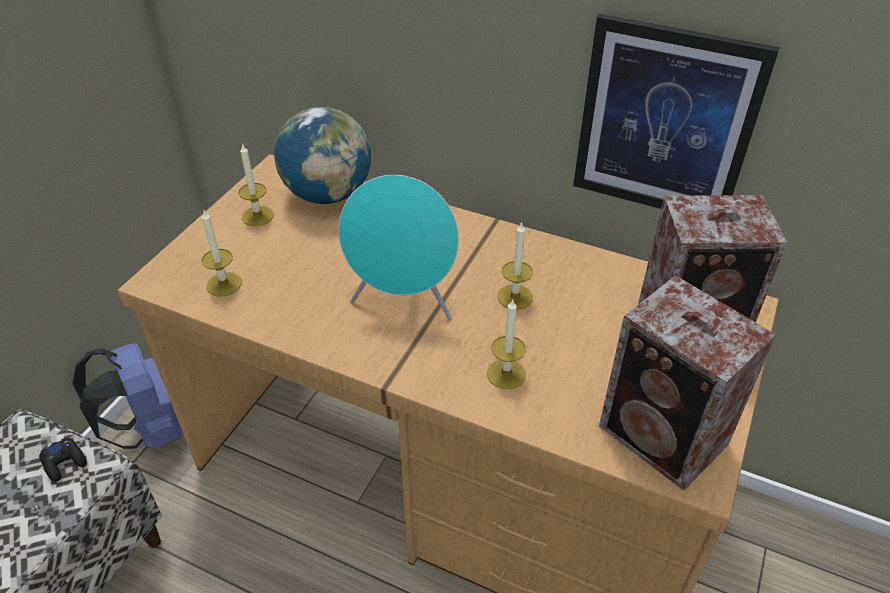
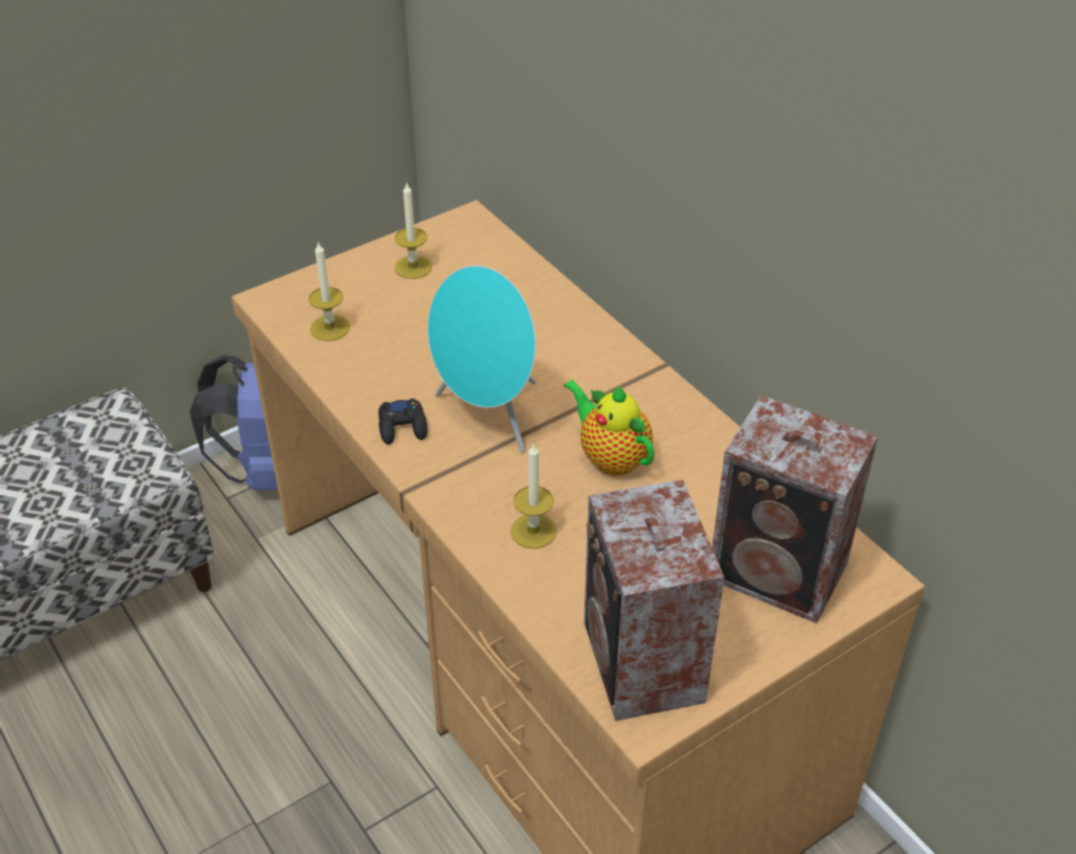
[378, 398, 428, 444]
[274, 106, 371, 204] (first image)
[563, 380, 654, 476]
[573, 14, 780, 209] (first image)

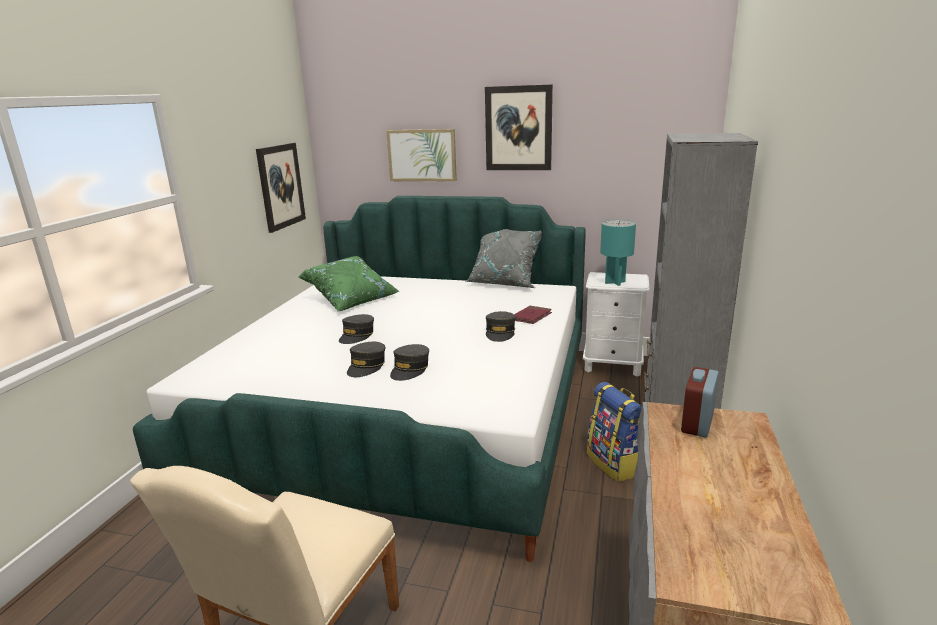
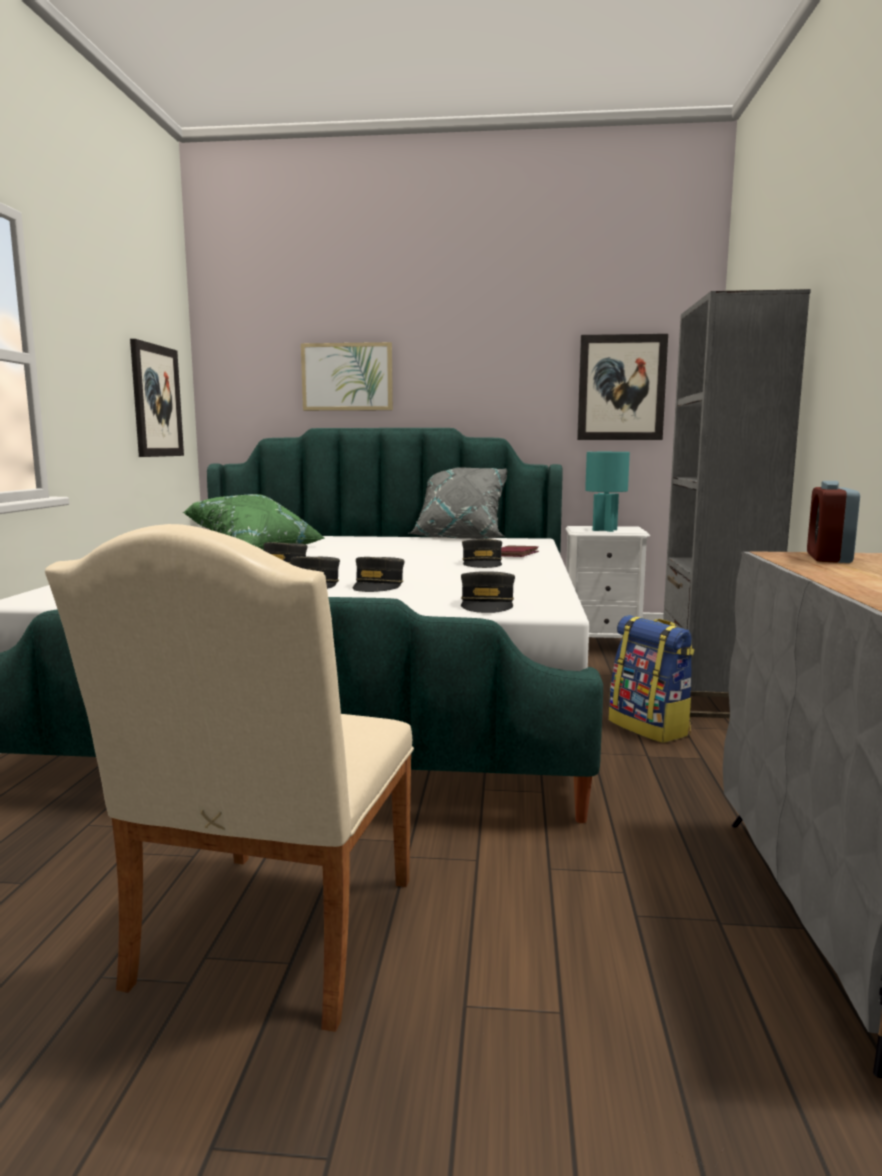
[577, 334, 668, 440]
[461, 571, 515, 613]

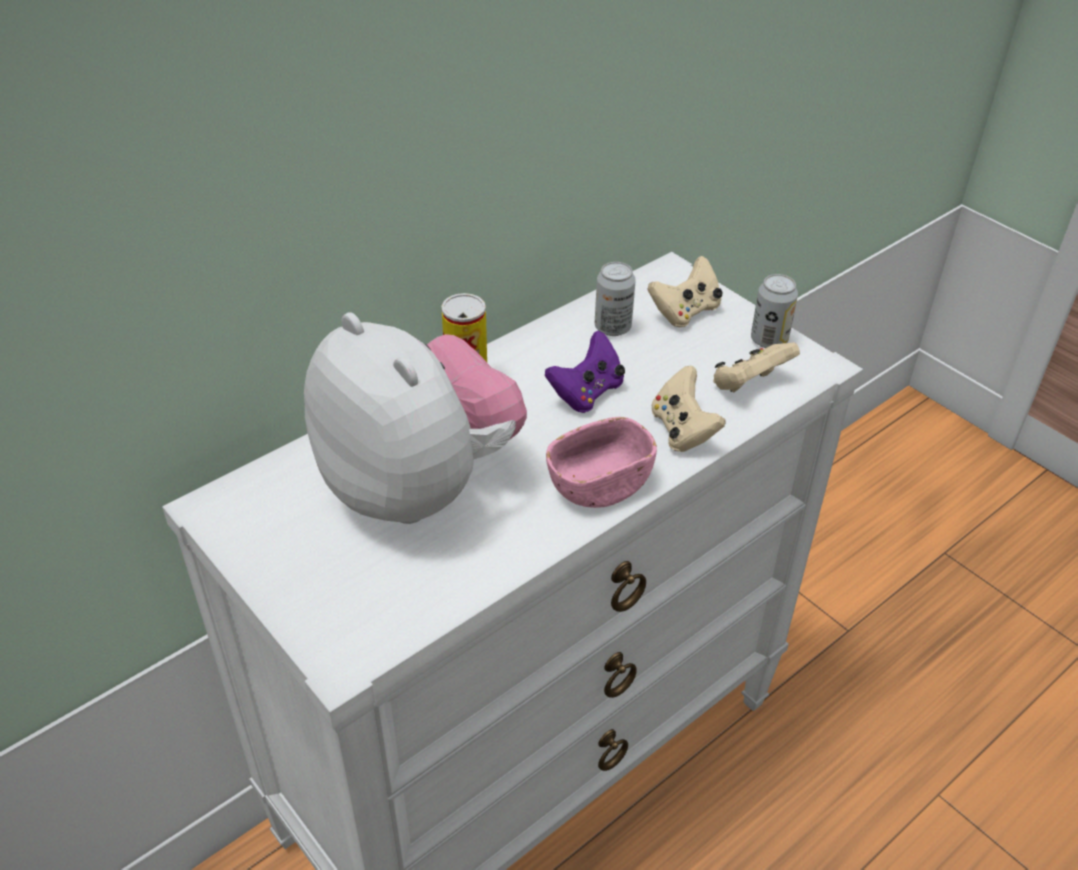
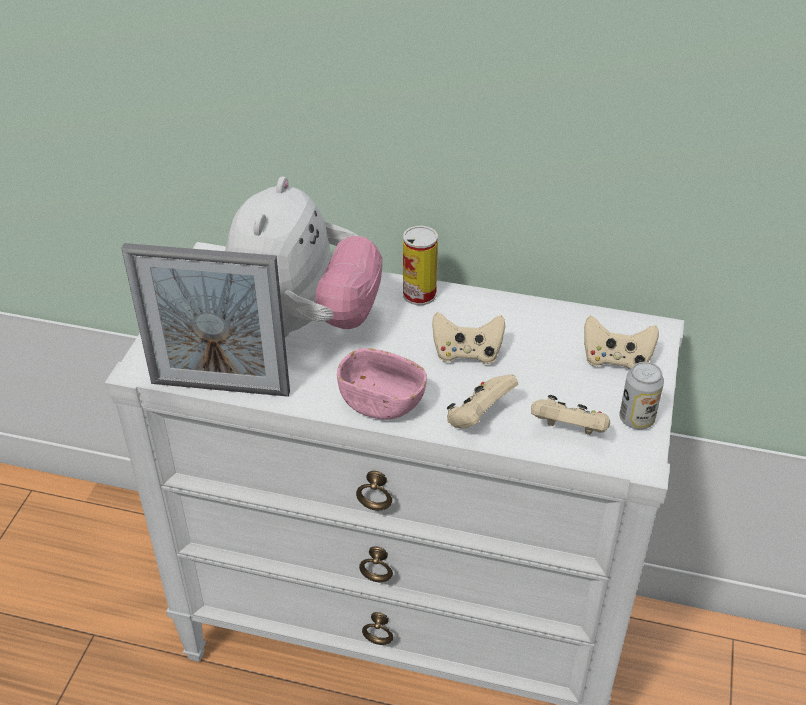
[432, 312, 505, 364]
[595, 262, 636, 336] (first image)
[121, 243, 290, 397]

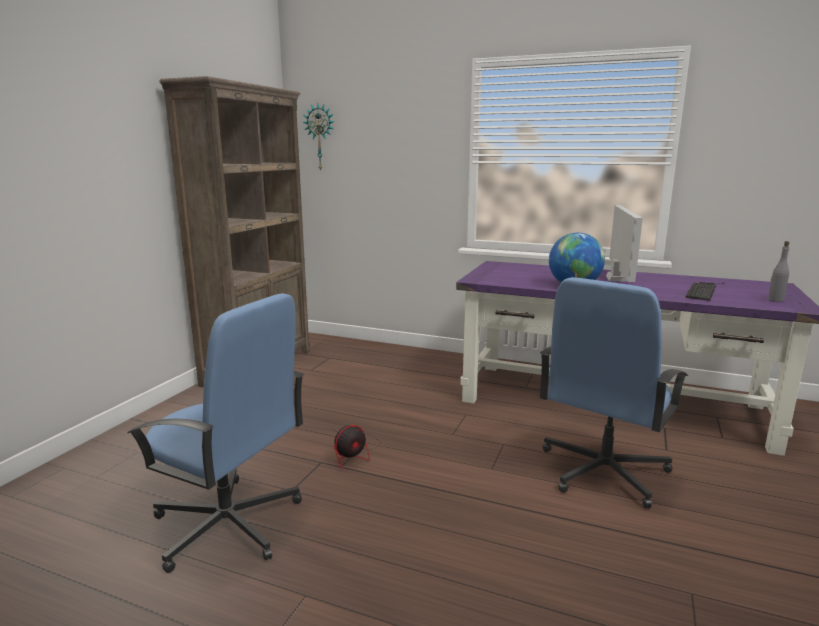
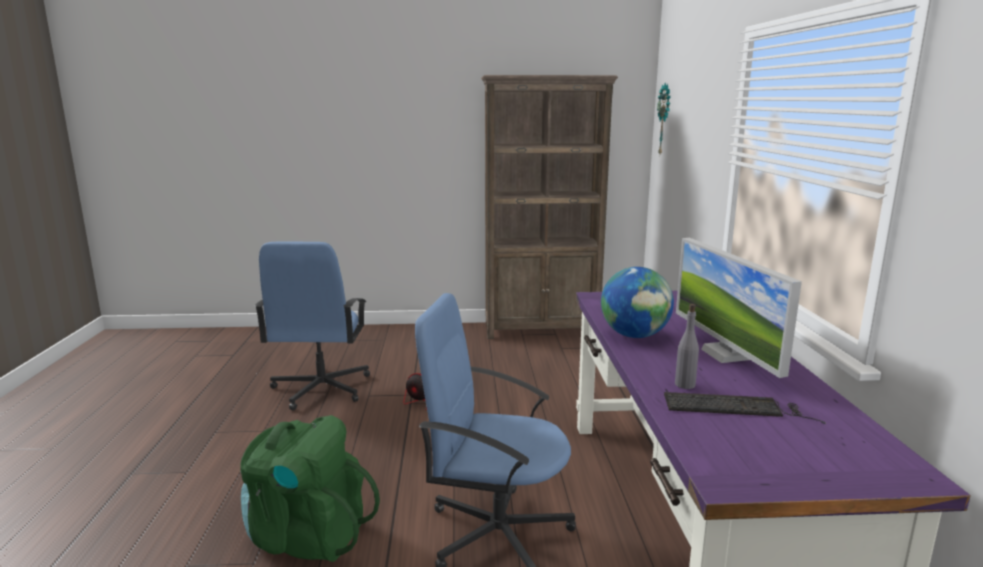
[676, 238, 802, 378]
[675, 304, 699, 389]
[240, 415, 380, 562]

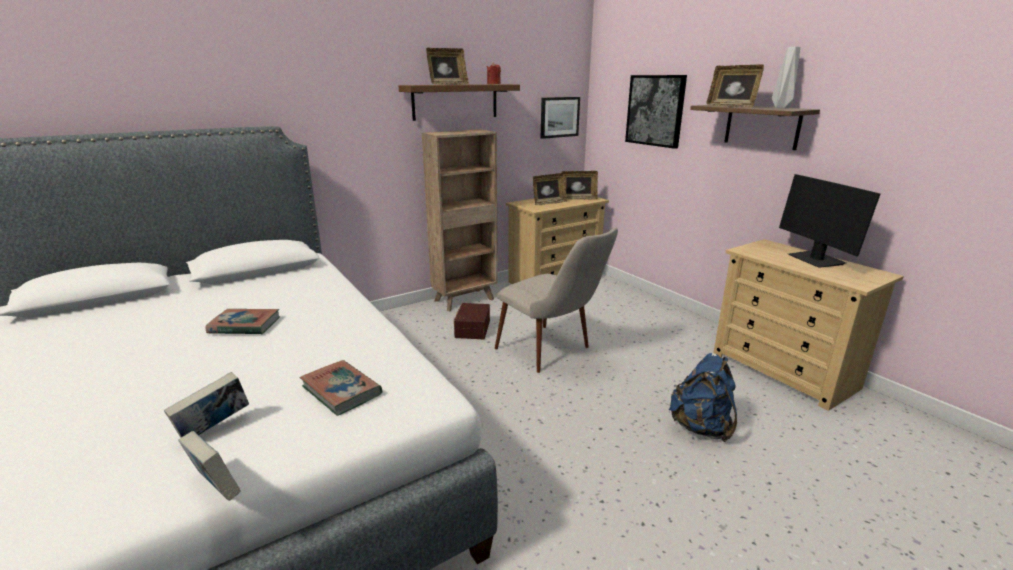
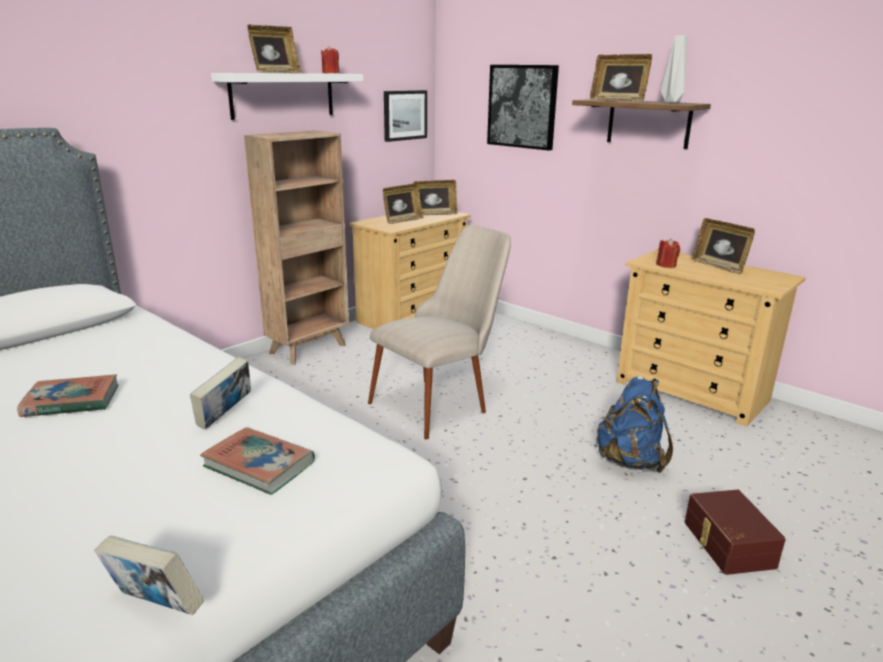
[190, 357, 251, 430]
[211, 73, 363, 120]
[685, 490, 786, 575]
[368, 225, 511, 440]
[692, 218, 755, 275]
[656, 239, 680, 268]

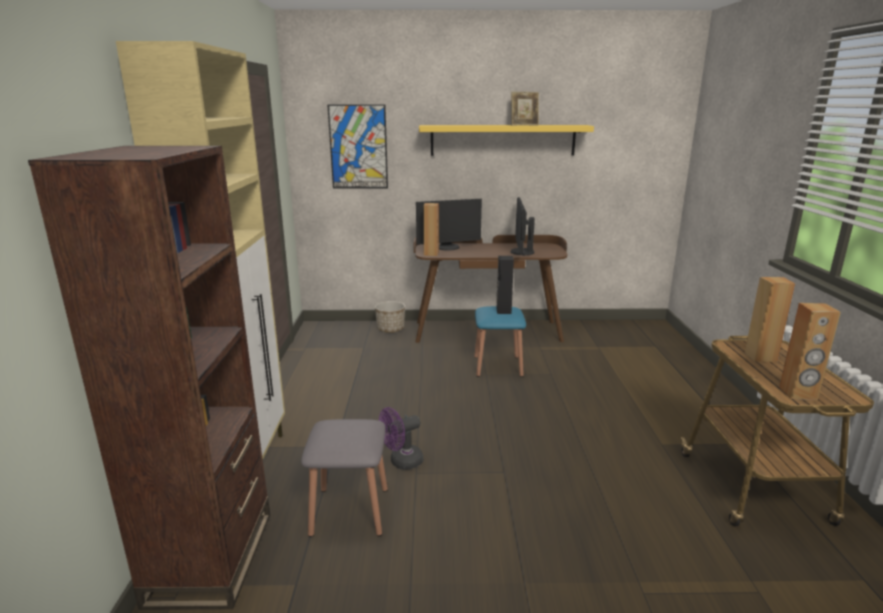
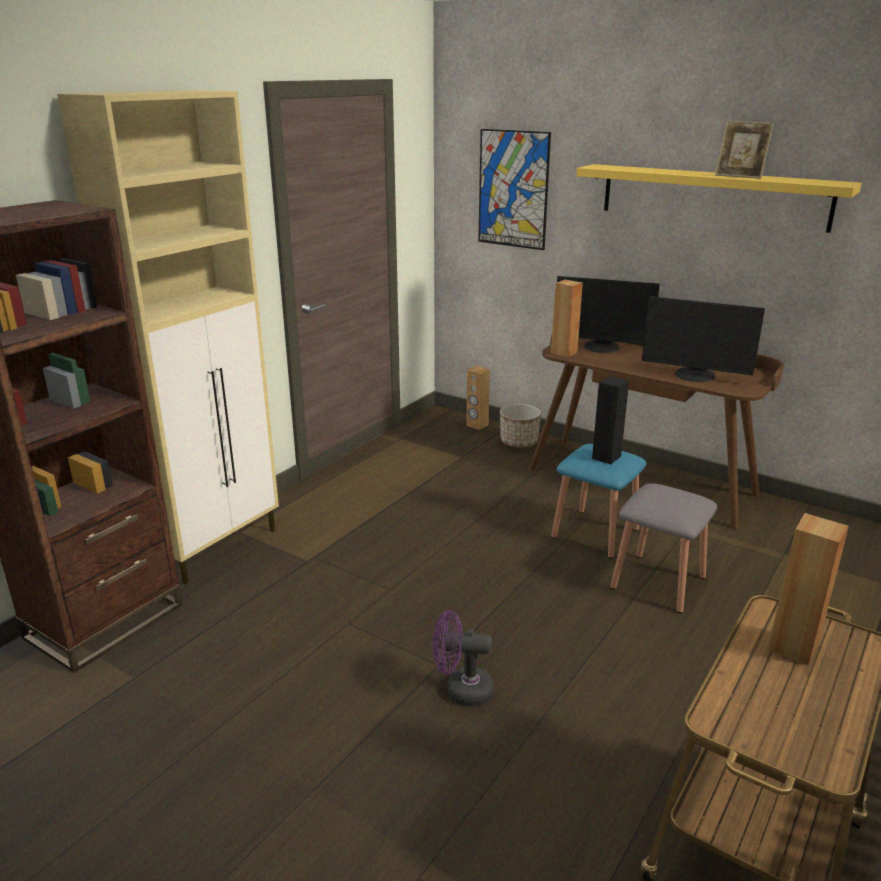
[610, 483, 717, 613]
[433, 610, 494, 706]
[642, 296, 765, 382]
[466, 366, 490, 430]

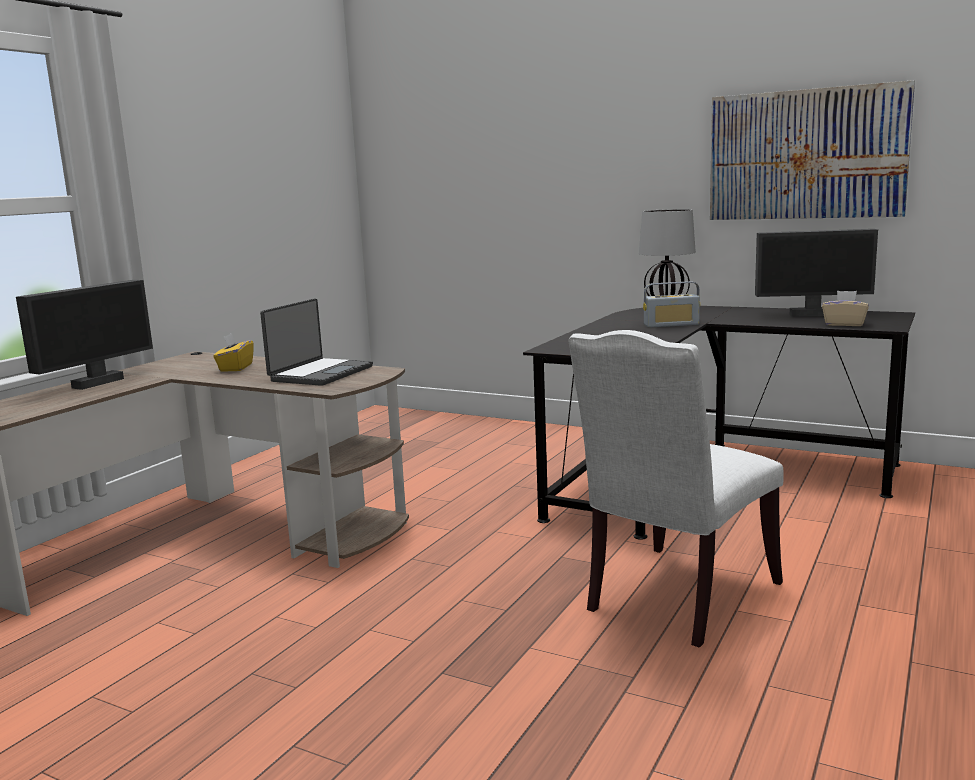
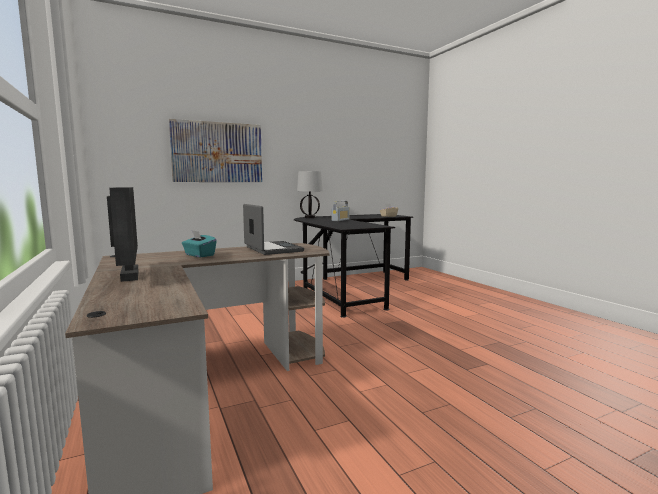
[182, 230, 217, 257]
[569, 330, 784, 648] (first image)
[169, 119, 262, 182]
[755, 229, 878, 317] (first image)

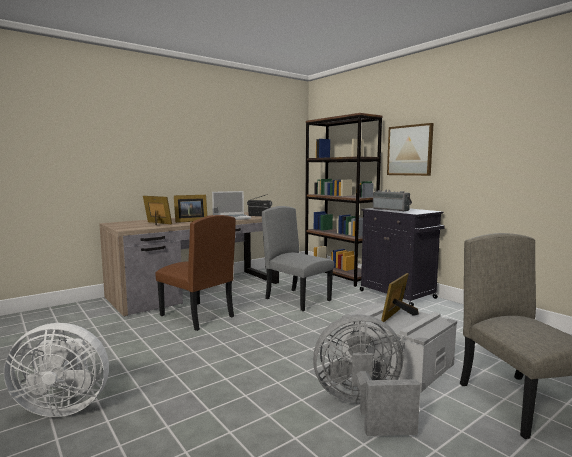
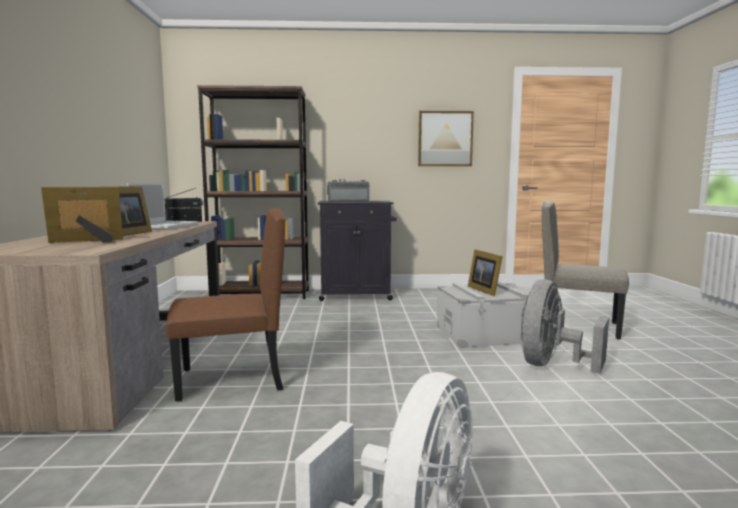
[262, 206, 334, 311] (first image)
[418, 111, 474, 166]

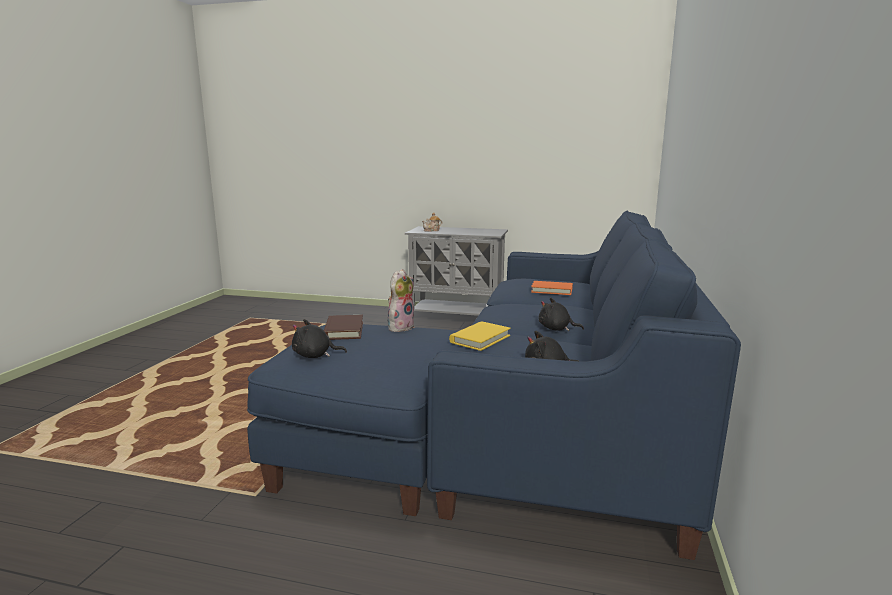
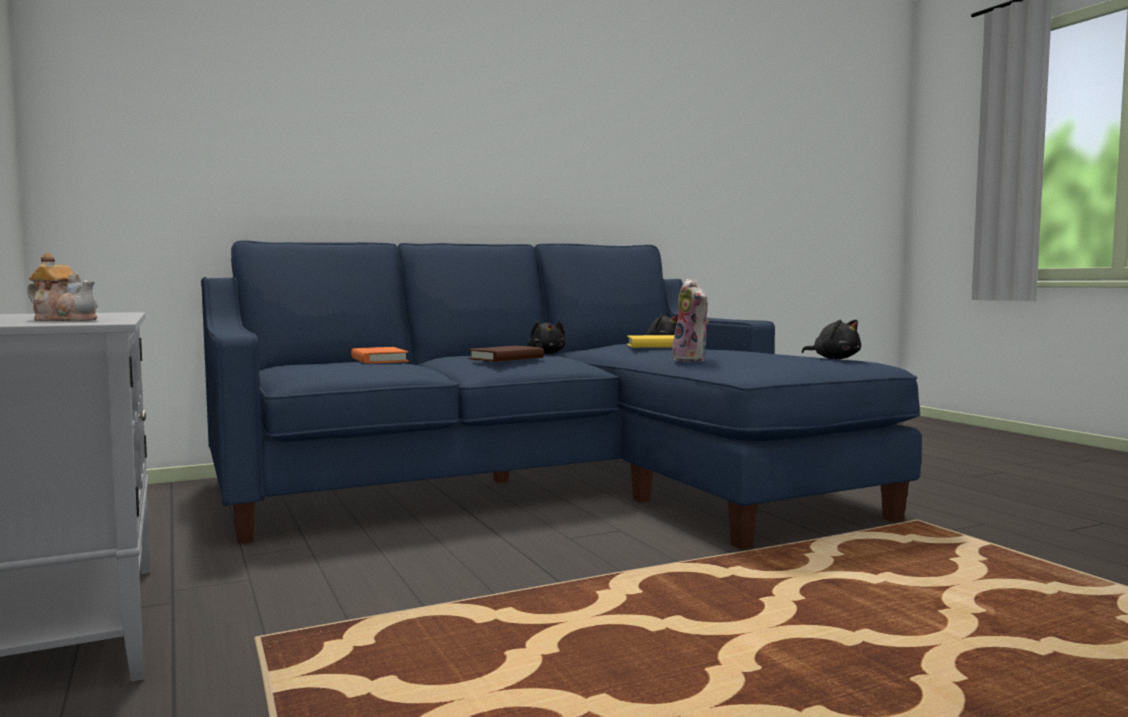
[468, 346, 544, 362]
[672, 279, 709, 362]

